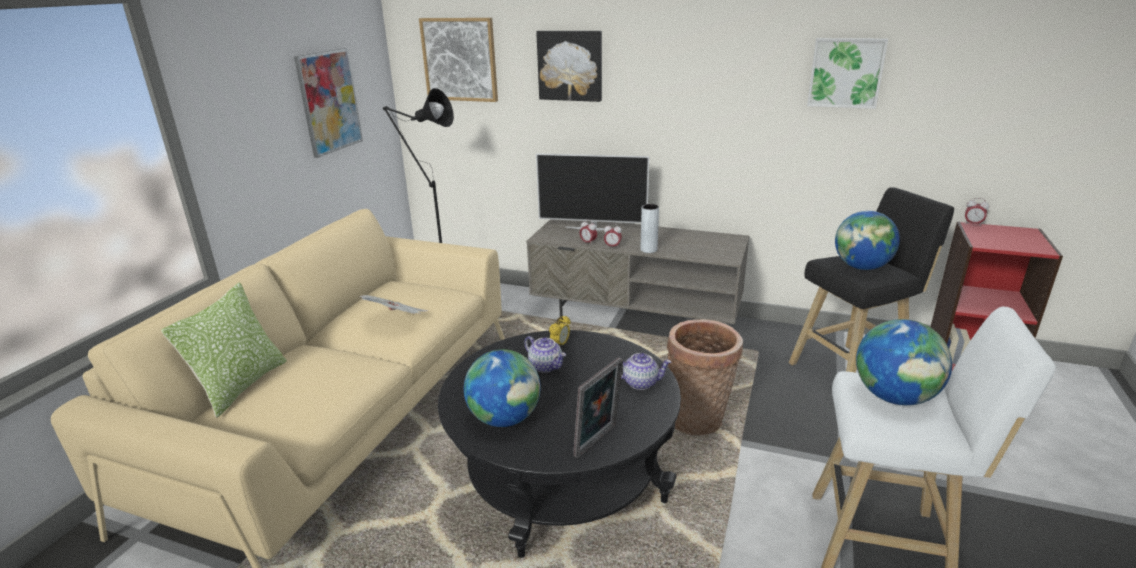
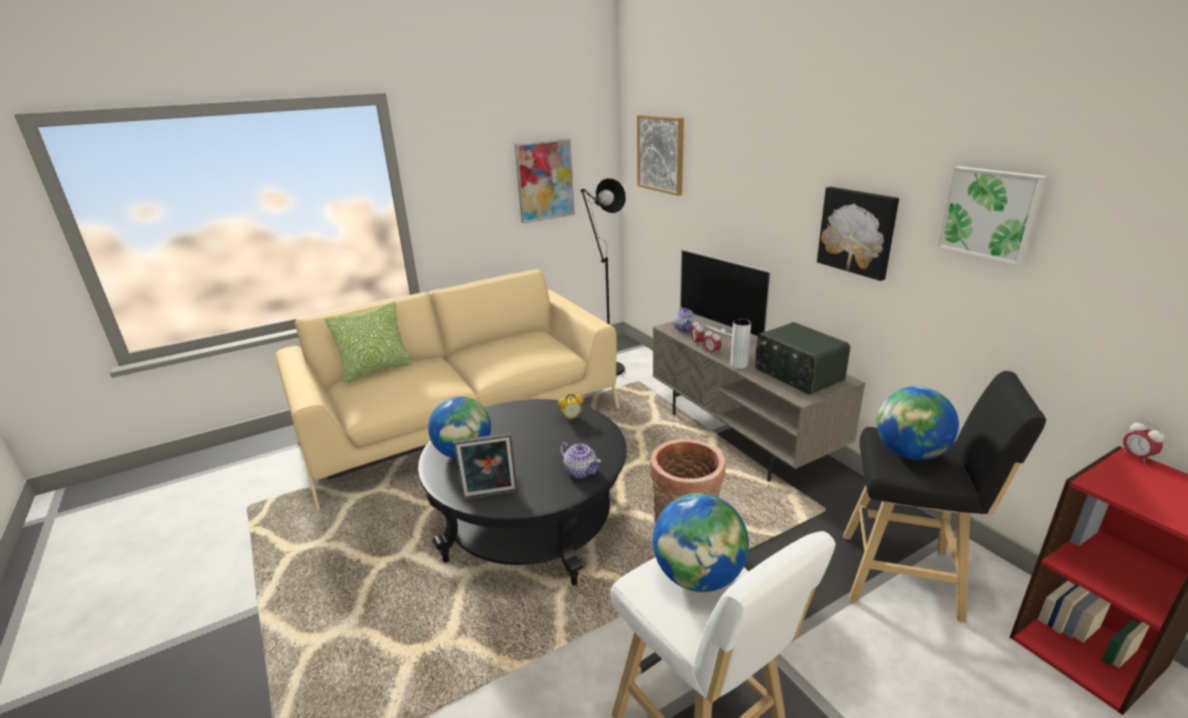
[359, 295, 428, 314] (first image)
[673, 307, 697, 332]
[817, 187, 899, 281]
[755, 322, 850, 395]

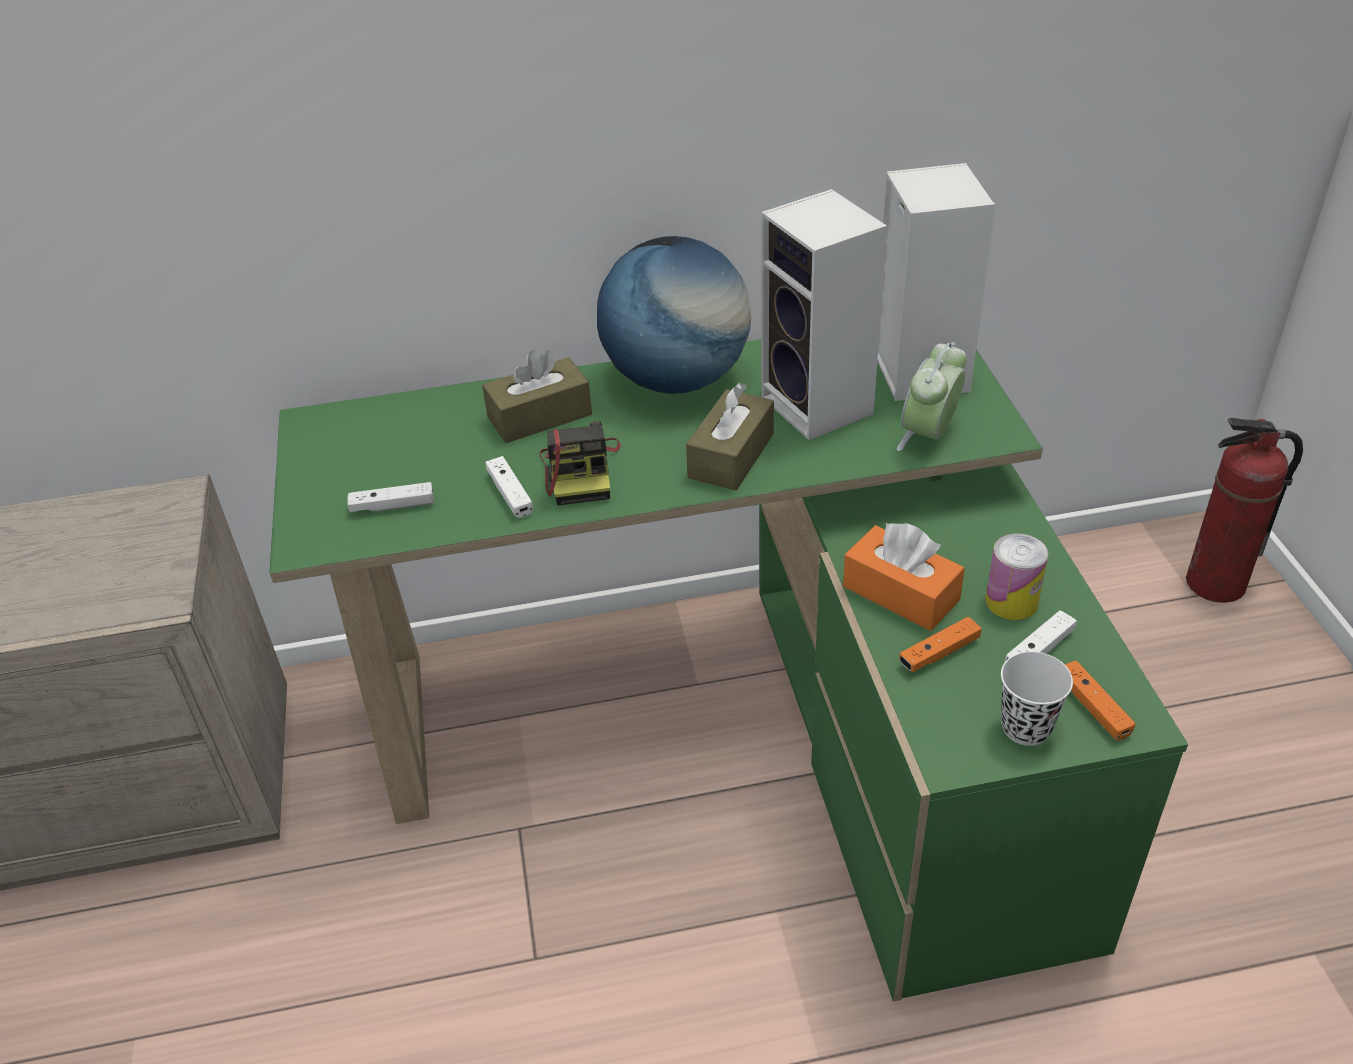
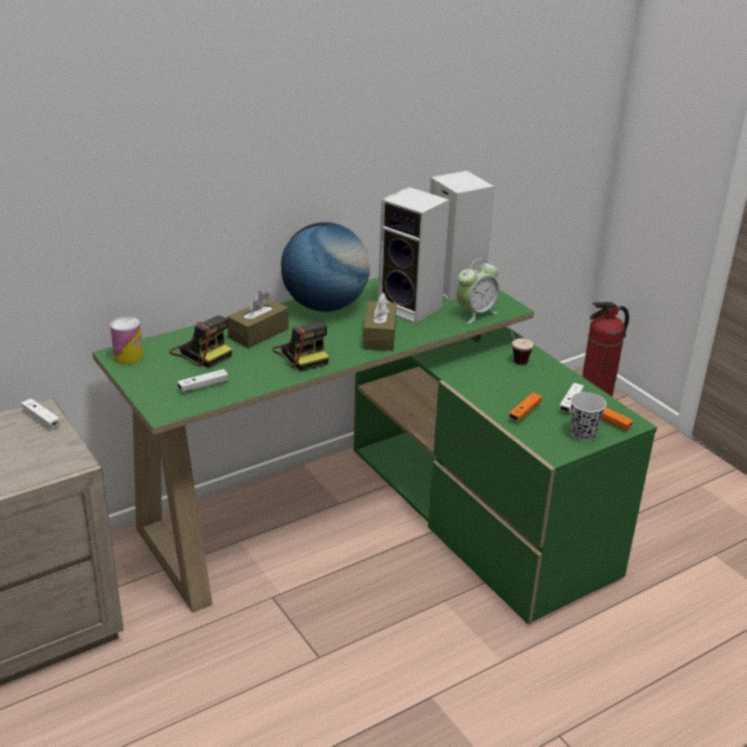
[21, 399, 60, 429]
[843, 523, 965, 631] (first image)
[457, 259, 499, 323]
[110, 317, 143, 365]
[169, 316, 232, 368]
[500, 323, 534, 365]

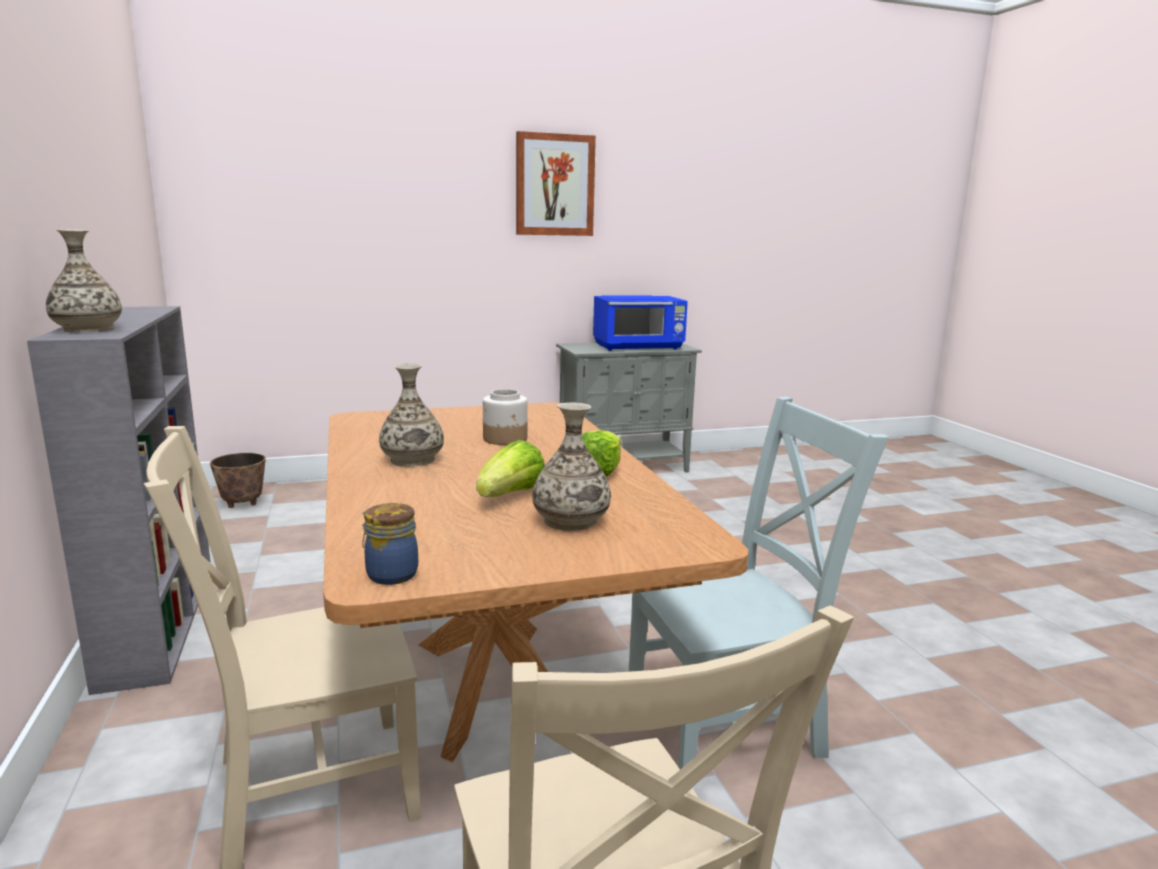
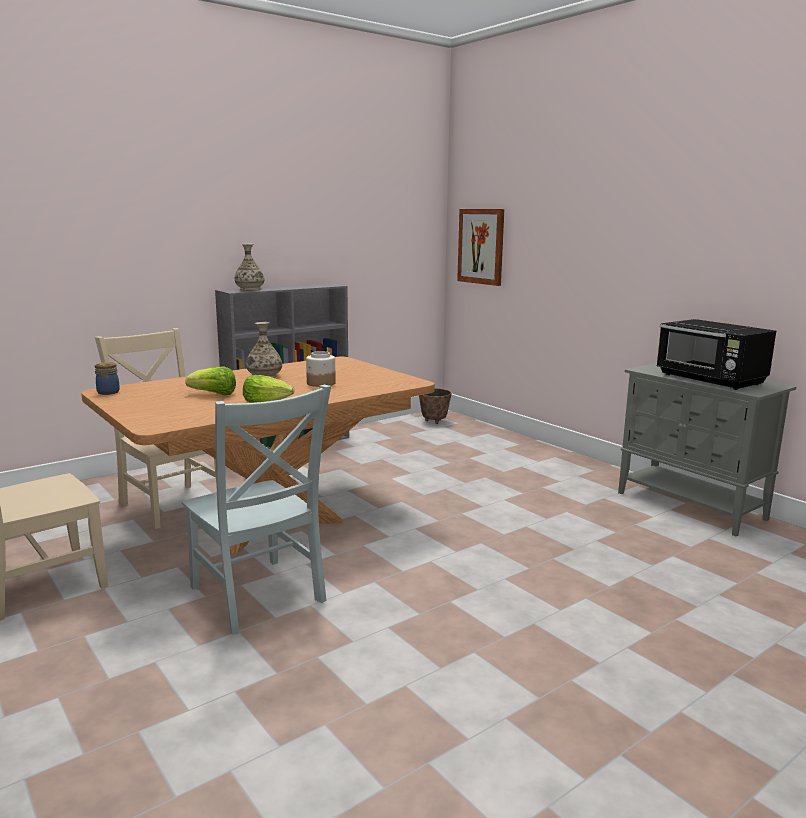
[457, 209, 504, 286]
[532, 403, 611, 531] (first image)
[656, 319, 776, 390]

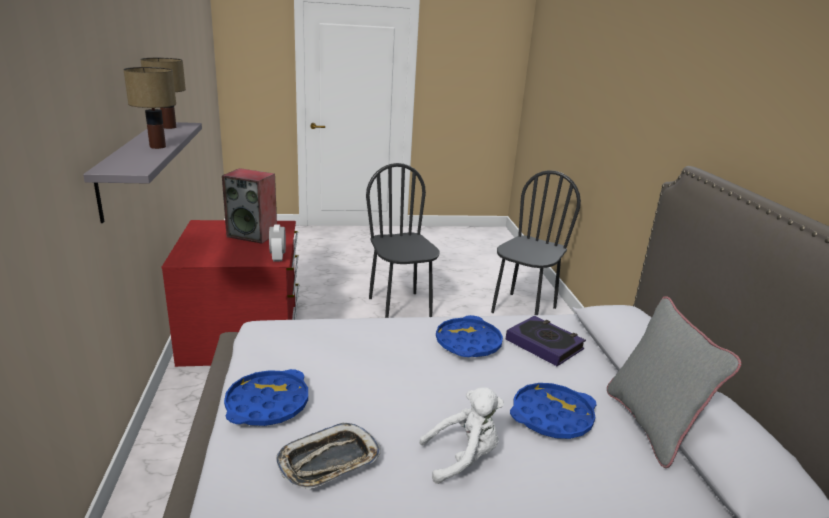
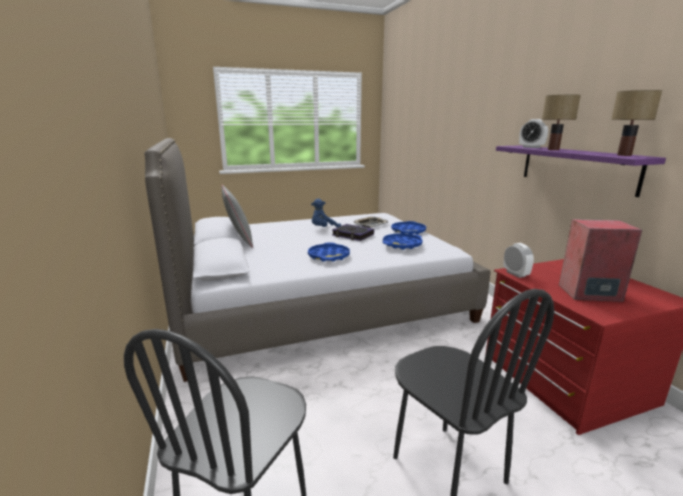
[496, 145, 666, 197]
[311, 199, 341, 227]
[332, 224, 374, 241]
[383, 233, 423, 250]
[519, 119, 548, 148]

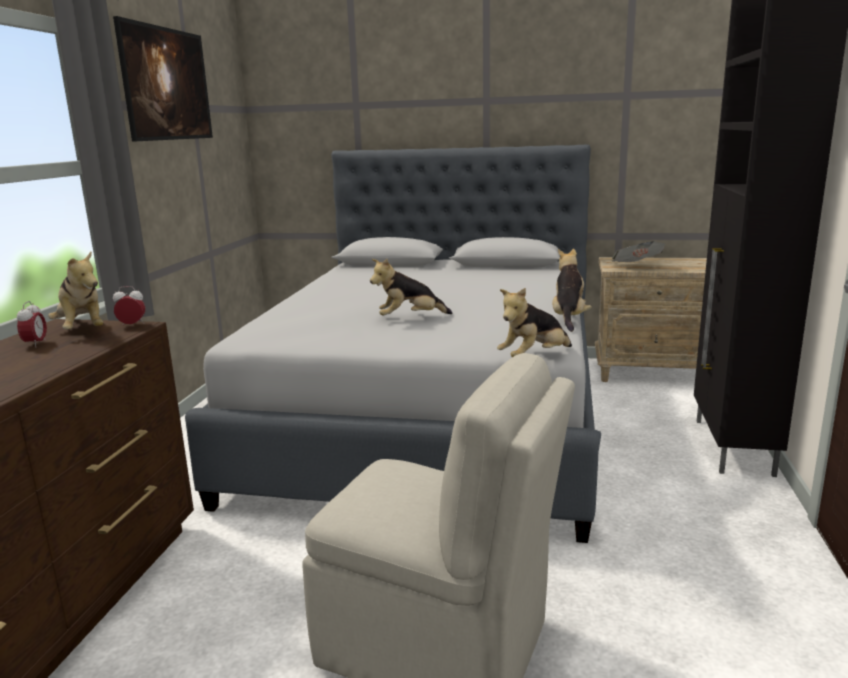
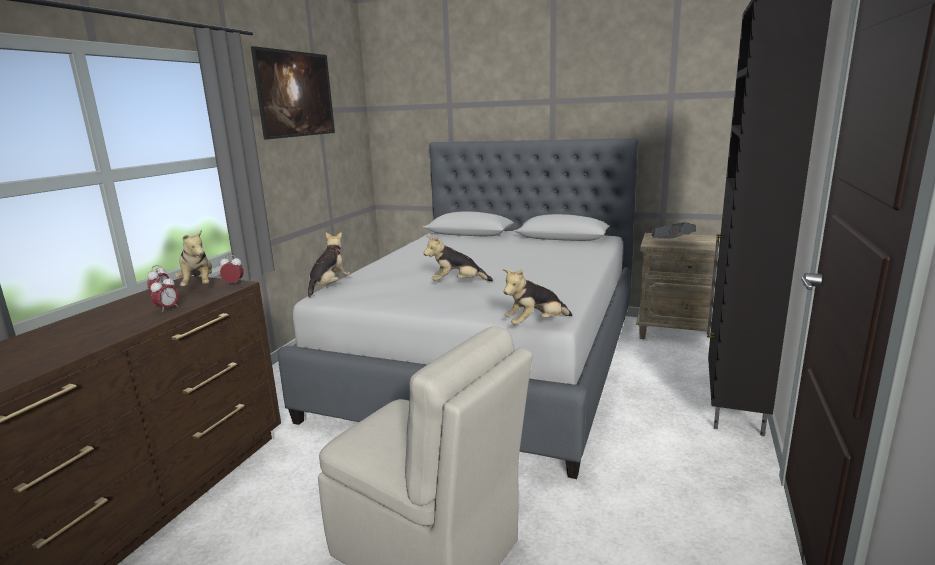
[308, 232, 350, 298]
[150, 276, 179, 310]

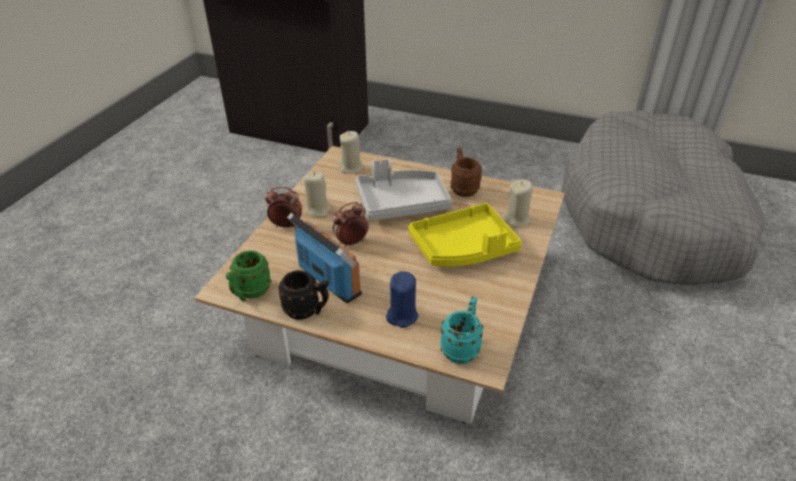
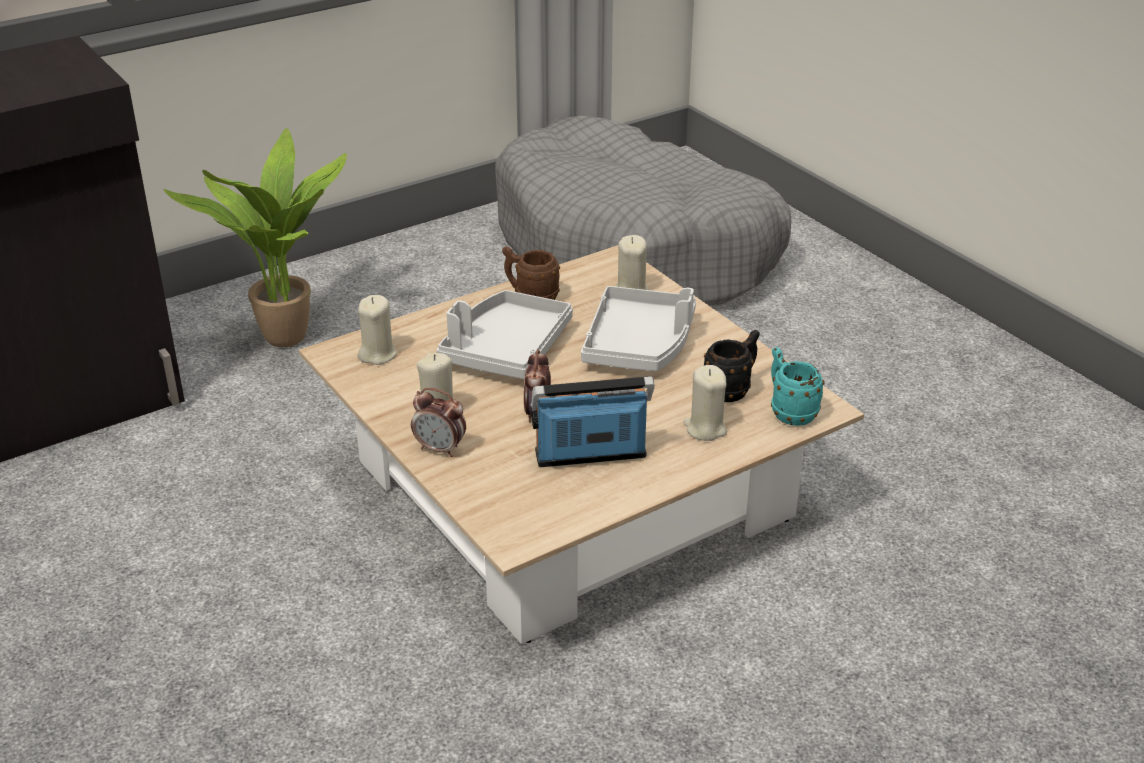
[226, 251, 271, 301] (first image)
[411, 388, 466, 457]
[704, 330, 760, 402]
[683, 365, 727, 441]
[581, 286, 696, 371]
[163, 128, 347, 347]

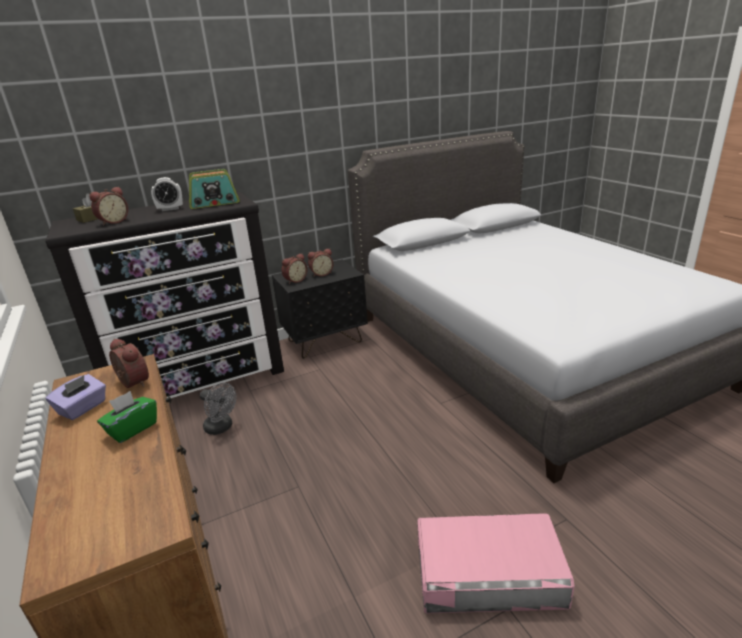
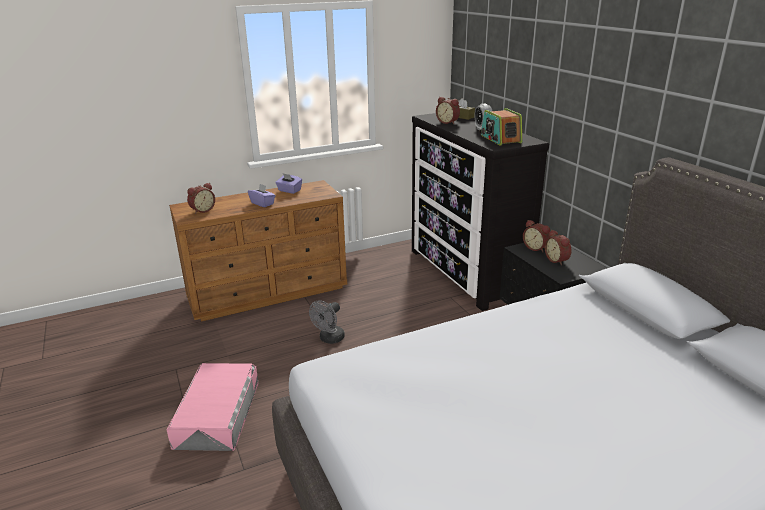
[248, 184, 276, 207]
[187, 183, 215, 214]
[309, 300, 345, 344]

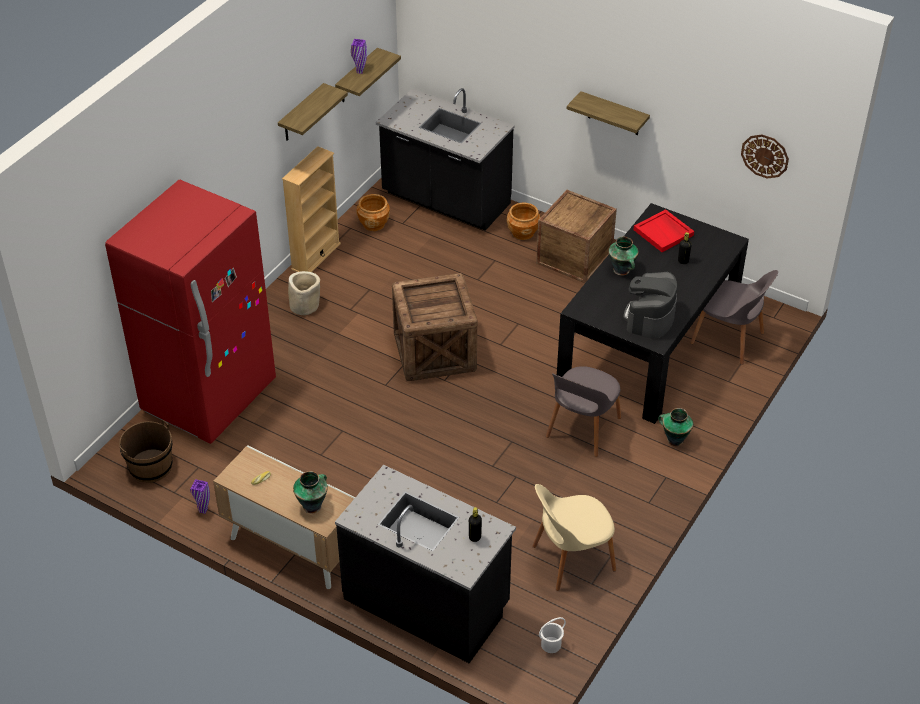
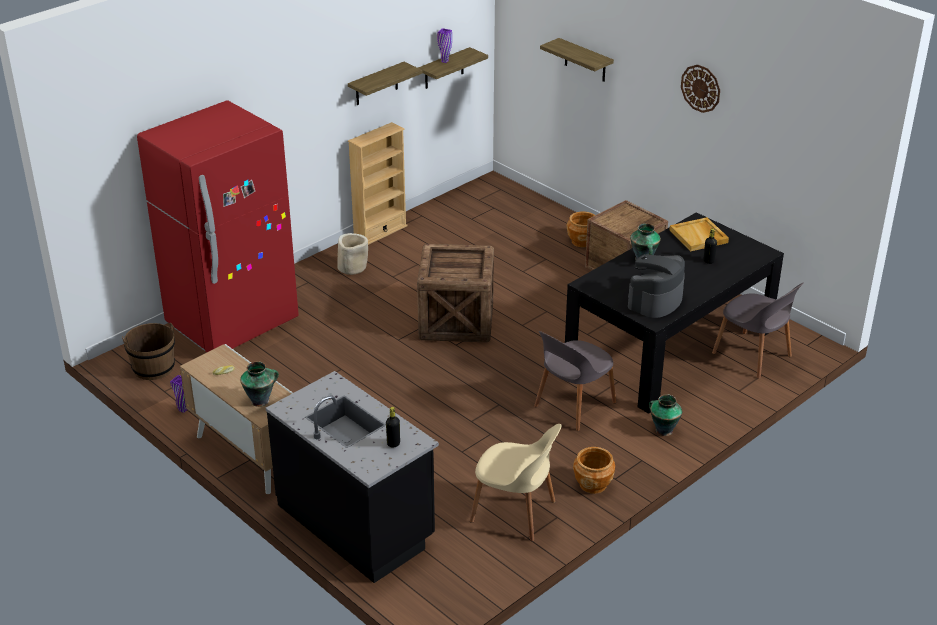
[573, 447, 615, 494]
[376, 88, 515, 231] (first image)
[470, 424, 561, 541]
[539, 617, 566, 653] (first image)
[540, 38, 614, 82]
[669, 217, 729, 251]
[681, 65, 720, 113]

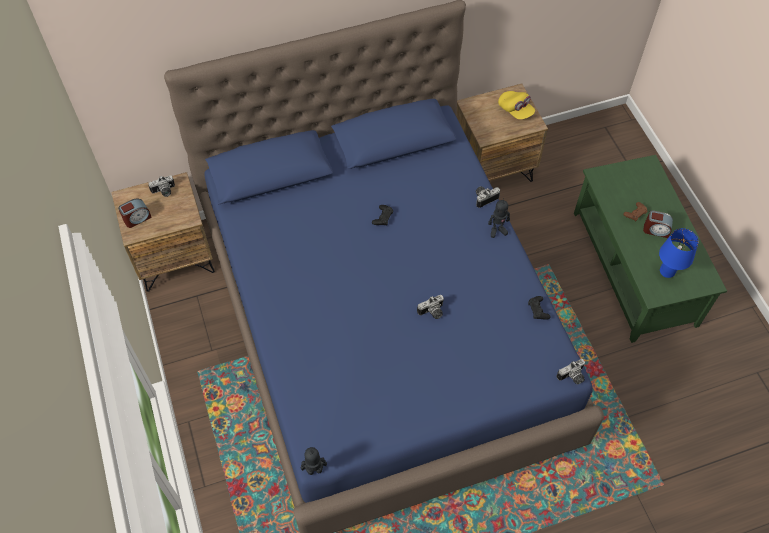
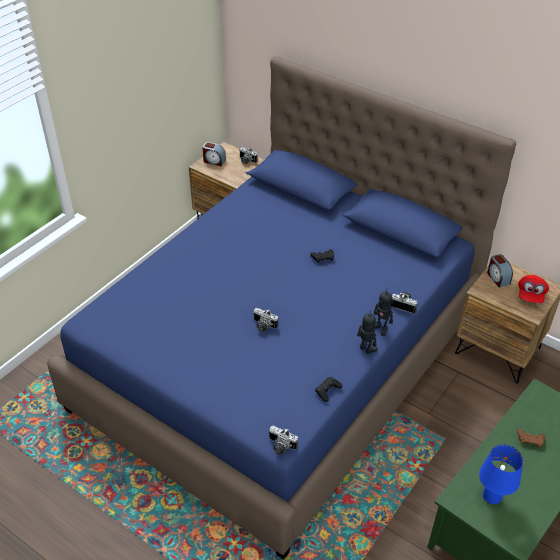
[357, 310, 378, 354]
[518, 275, 549, 303]
[487, 254, 513, 288]

